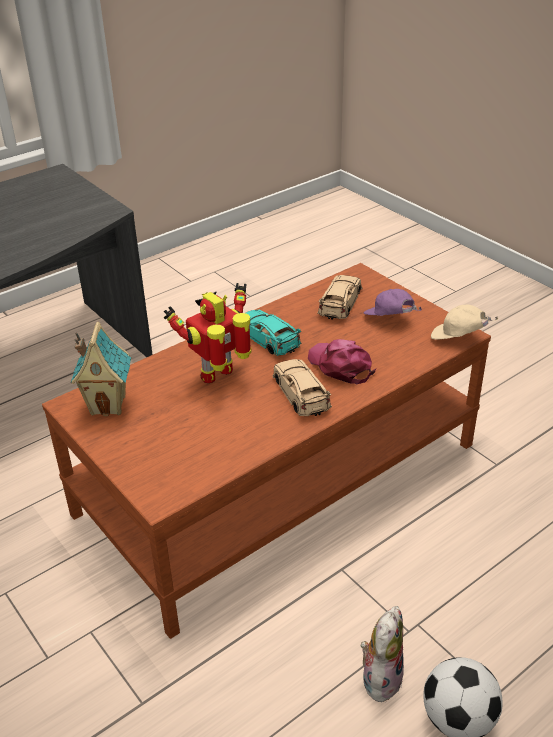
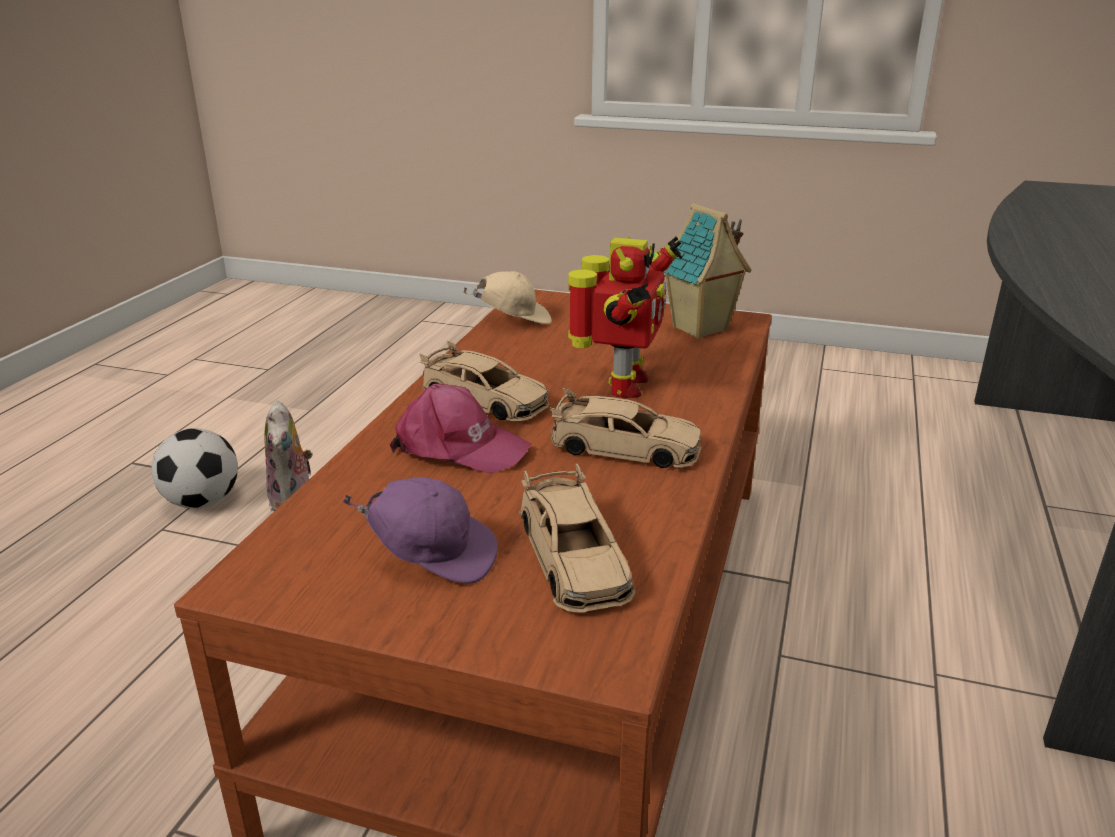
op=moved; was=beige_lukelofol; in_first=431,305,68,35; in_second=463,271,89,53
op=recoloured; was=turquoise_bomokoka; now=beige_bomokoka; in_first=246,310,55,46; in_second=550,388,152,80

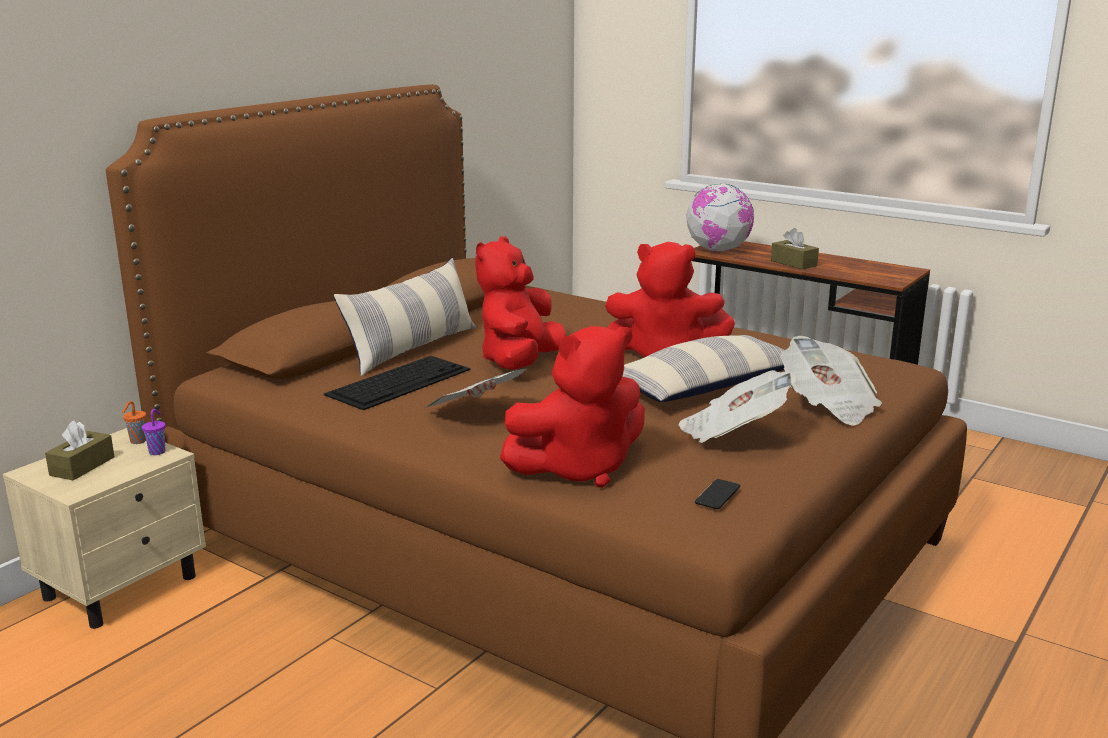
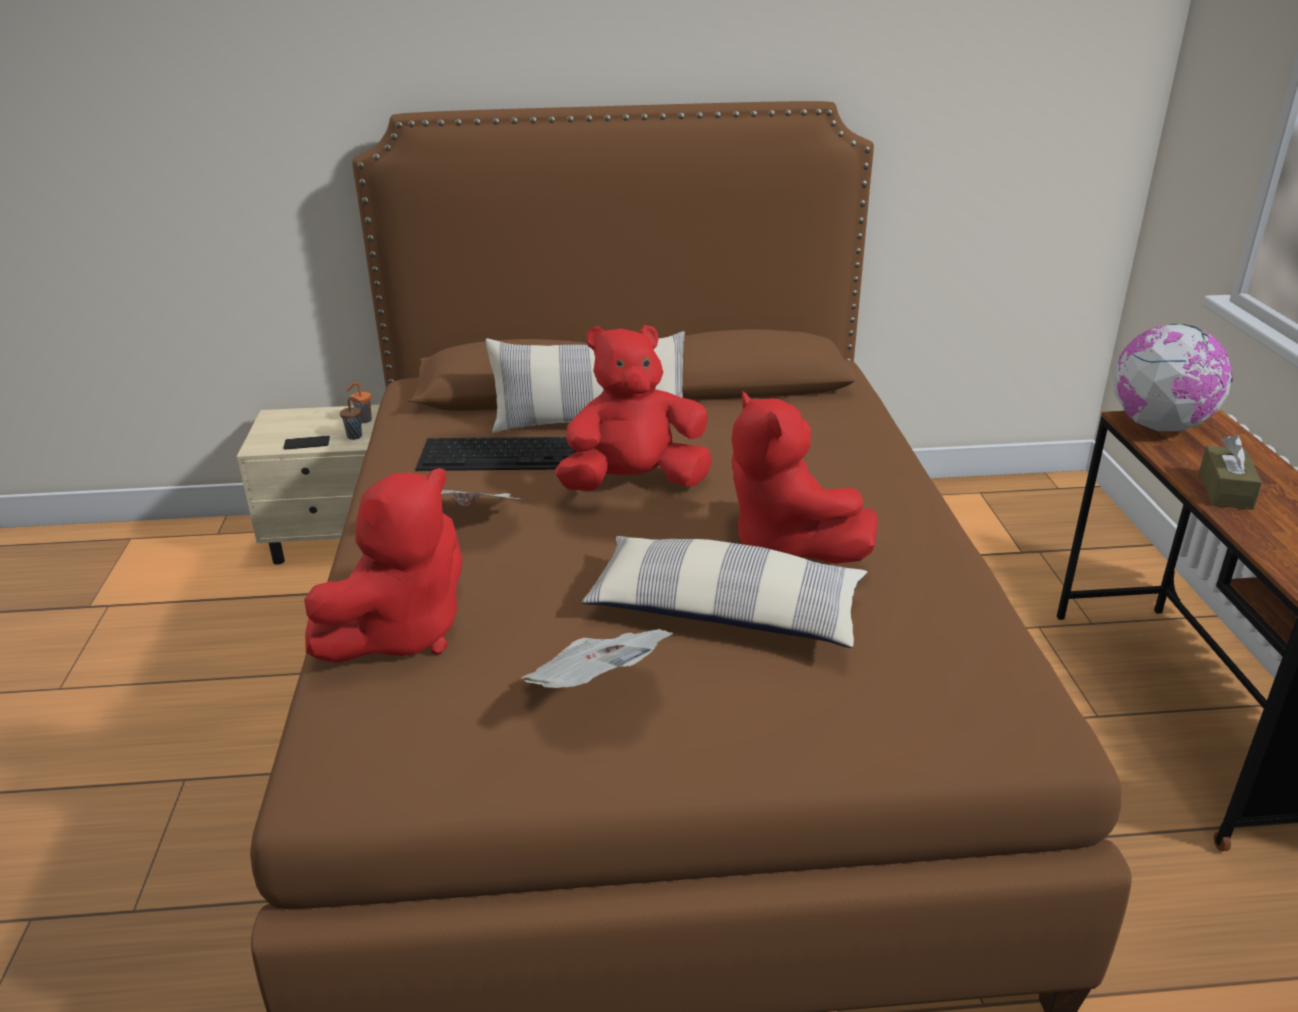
op=turned; was=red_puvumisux; in_first=500,326,145,162; in_second=304,468,159,195; clockwise=-75
op=removed; was=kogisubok; in_first=780,336,102,90
op=recoloured; was=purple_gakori; now=brown_gakori; in_first=142,409,24,46; in_second=340,397,22,43
op=removed; was=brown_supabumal; in_first=45,420,69,60
op=moved; was=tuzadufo; in_first=695,479,45,30; in_second=283,436,47,14

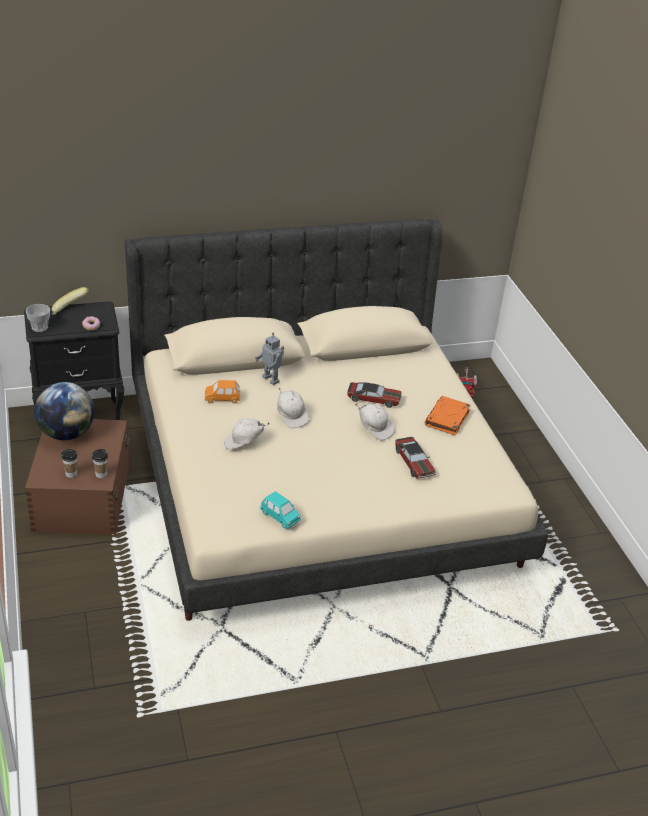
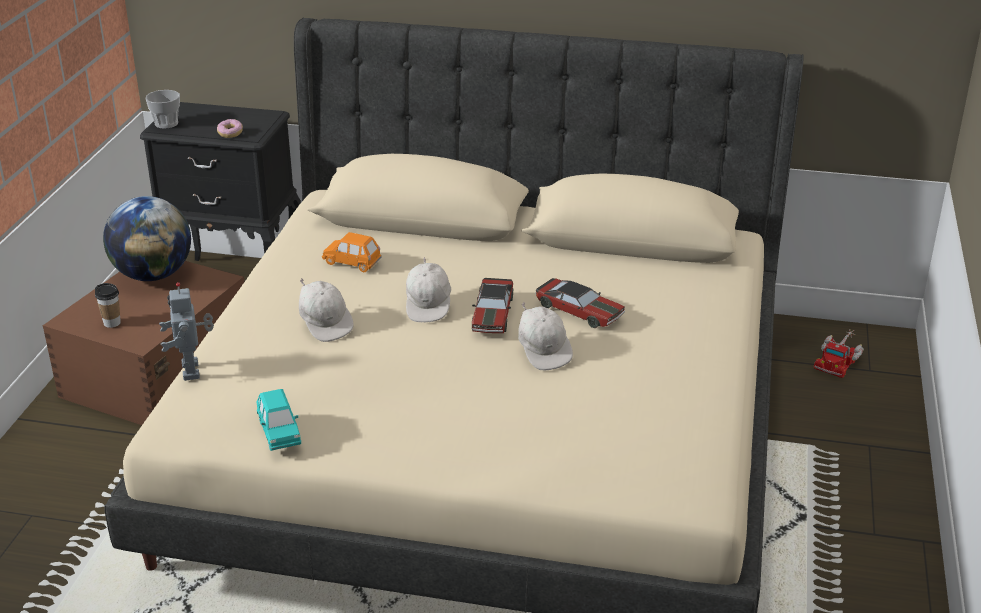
op=removed; was=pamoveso; in_first=52,287,37,28
op=moved; was=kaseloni; in_first=255,333,29,52; in_second=159,282,55,99
op=removed; was=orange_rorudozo; in_first=425,396,46,39
op=turned; was=white_lukelofol; in_first=224,418,46,31; in_second=299,278,55,64; clockwise=-135
op=moved; was=bomokoka; in_first=395,437,41,42; in_second=472,278,41,55
op=removed; was=gakori; in_first=92,449,16,29

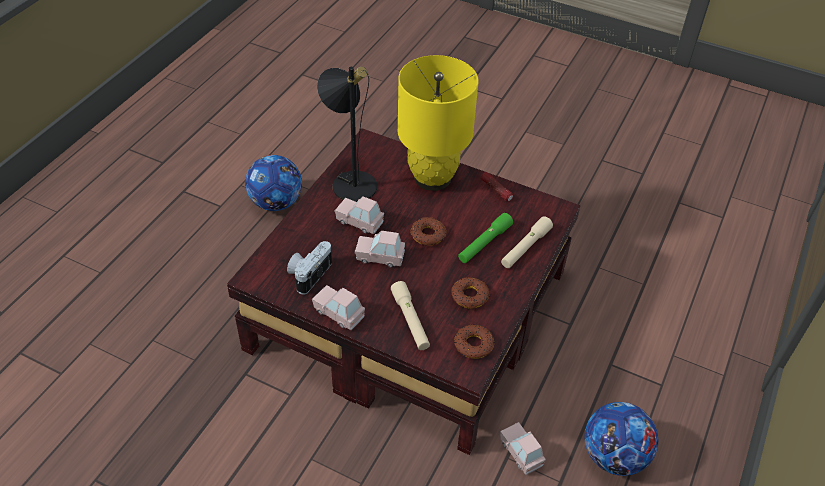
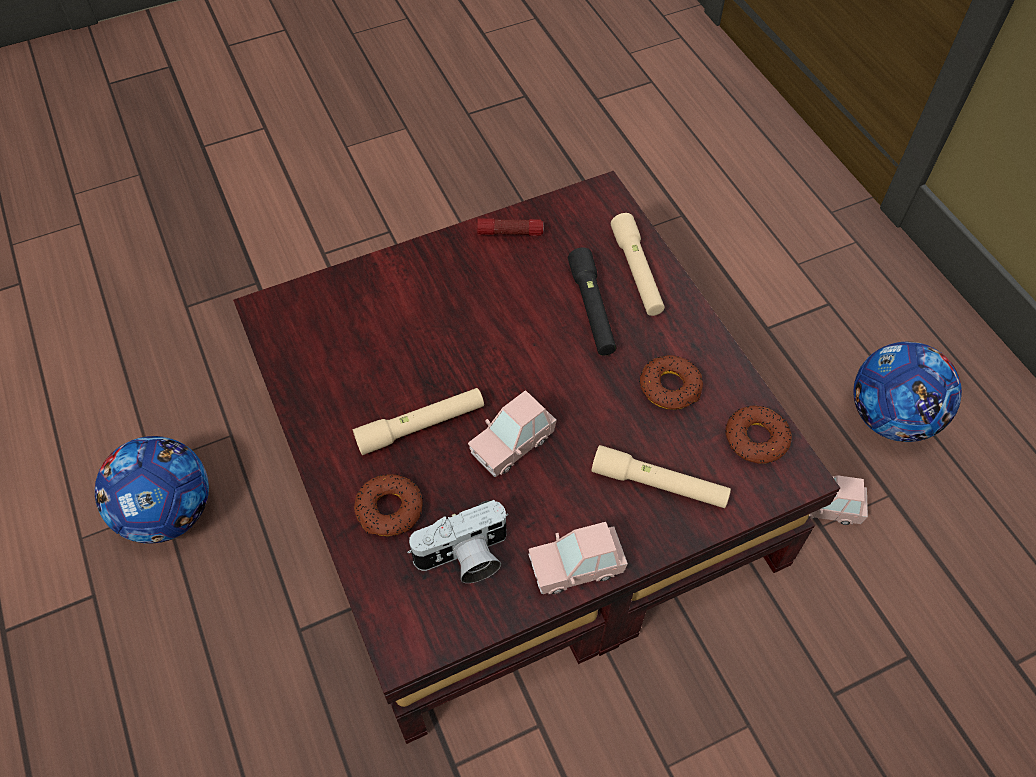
op=removed; was=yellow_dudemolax; in_first=398,55,81,136
op=removed; was=black_dudemolax; in_first=317,67,60,135
op=replaced; was=pink_bomokoka; now=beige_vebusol; in_first=335,196,49,38; in_second=353,388,131,67
op=recoloured; was=green_vebusol; now=black_vebusol; in_first=458,213,55,50; in_second=568,247,48,109
op=moved; was=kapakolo; in_first=410,217,36,29; in_second=354,474,69,62
op=turned; was=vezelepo; in_first=287,241,45,54; in_second=407,500,102,83; clockwise=-90

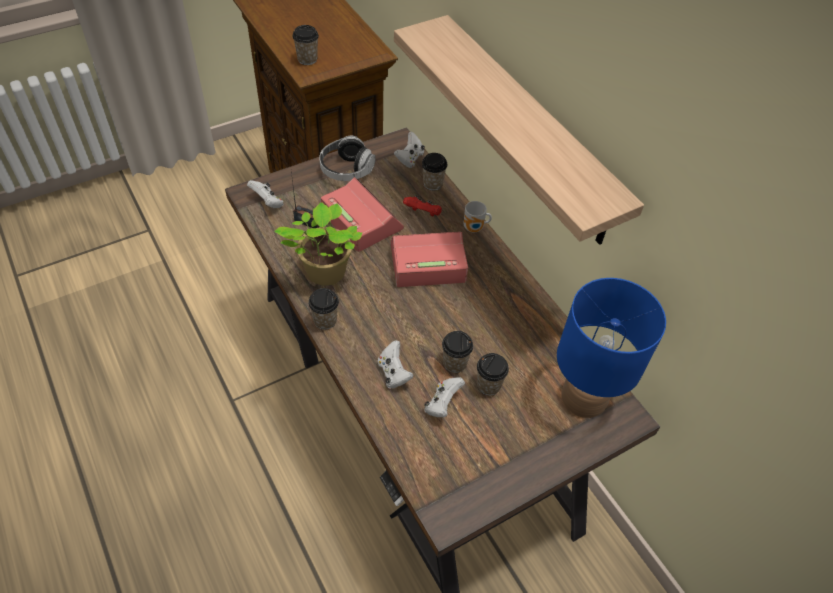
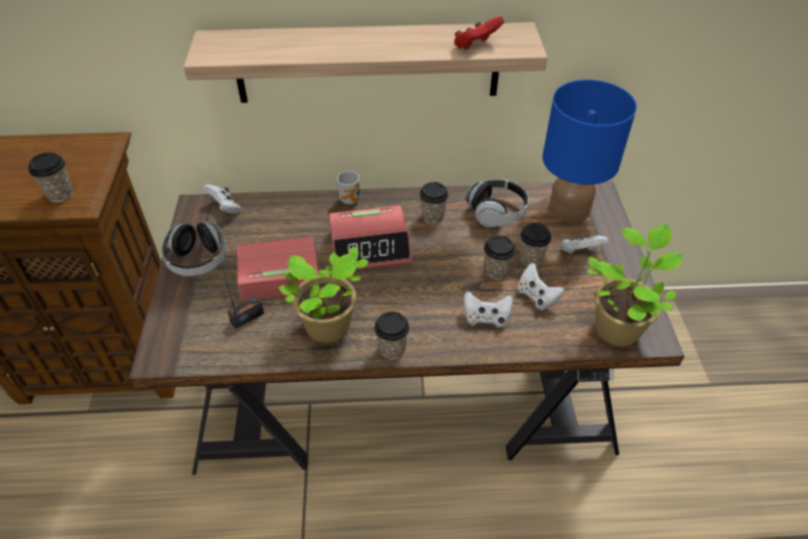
op=moved; was=gakori; in_first=422,153,26,38; in_second=419,182,29,42
op=moved; was=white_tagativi; in_first=247,180,37,28; in_second=561,235,48,19
op=moved; was=red_tagativi; in_first=403,195,39,21; in_second=454,16,50,34
op=turned; was=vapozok; in_first=391,232,77,55; in_second=329,205,83,64; clockwise=-120
op=added; now=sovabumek; in_second=466,179,63,48
op=added; now=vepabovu; in_second=587,224,96,122

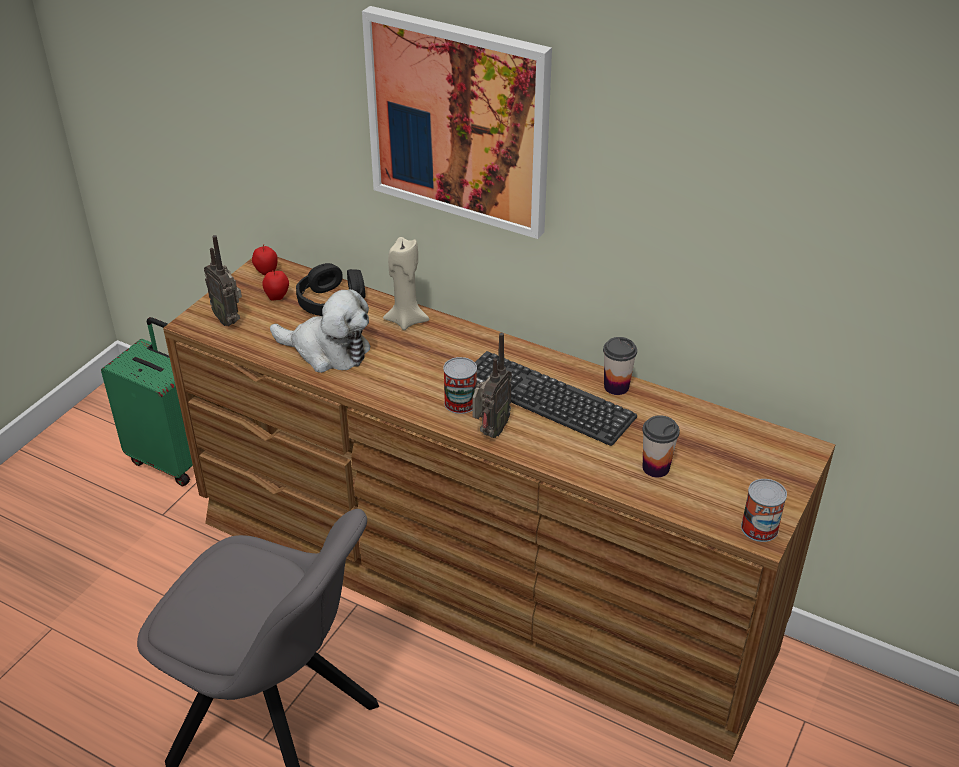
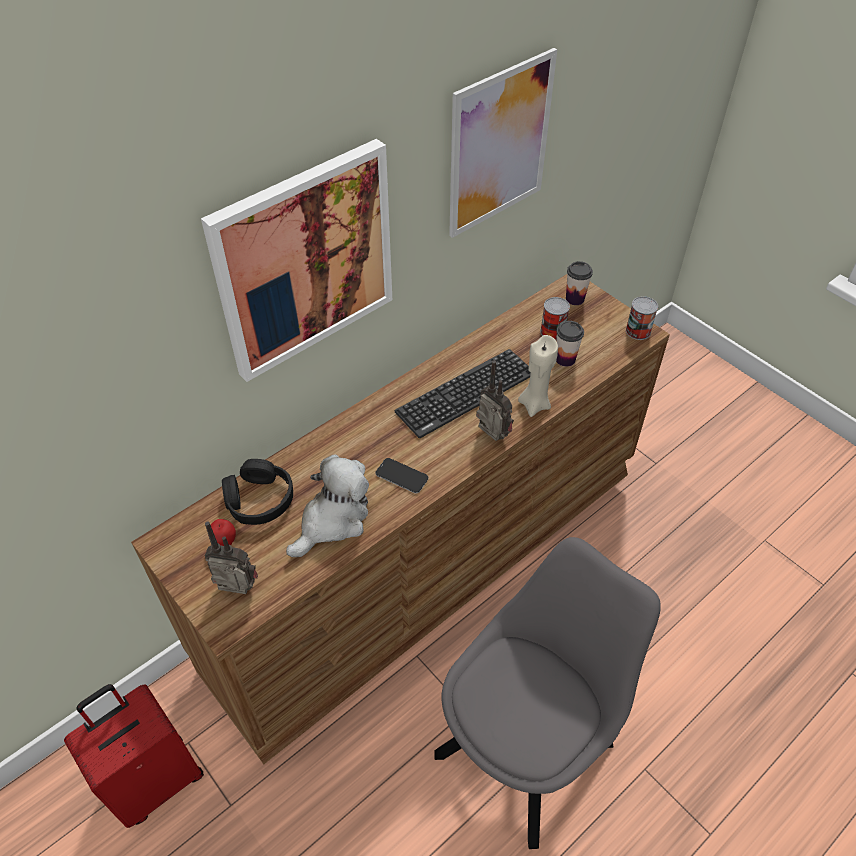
op=turned; was=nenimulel; in_first=204,235,38,91; in_second=205,522,53,72; clockwise=-150
op=moved; was=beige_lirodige; in_first=383,237,47,93; in_second=518,335,40,82
op=removed; was=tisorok; in_first=252,244,26,31
op=recoloured; was=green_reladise; now=red_reladise; in_first=101,317,92,170; in_second=64,684,140,144
op=moved; was=gakori; in_first=603,337,34,58; in_second=566,261,27,44
op=moved; was=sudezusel; in_first=443,357,34,57; in_second=540,297,30,43
op=added; now=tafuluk; in_second=449,48,108,190
op=added; now=tuzadufo; in_second=375,458,54,35

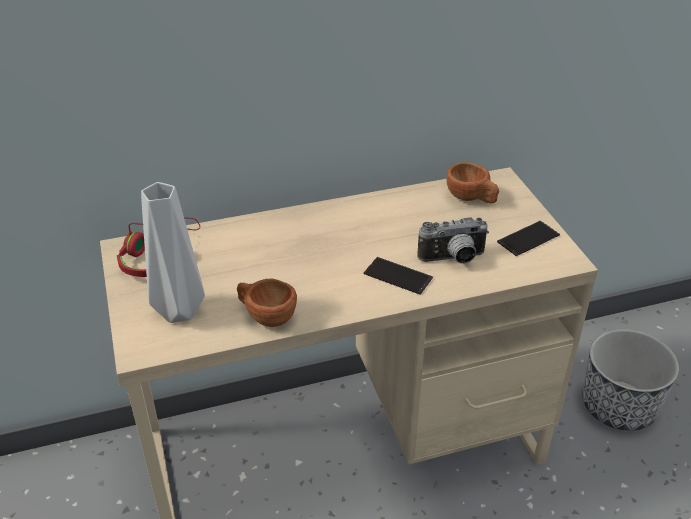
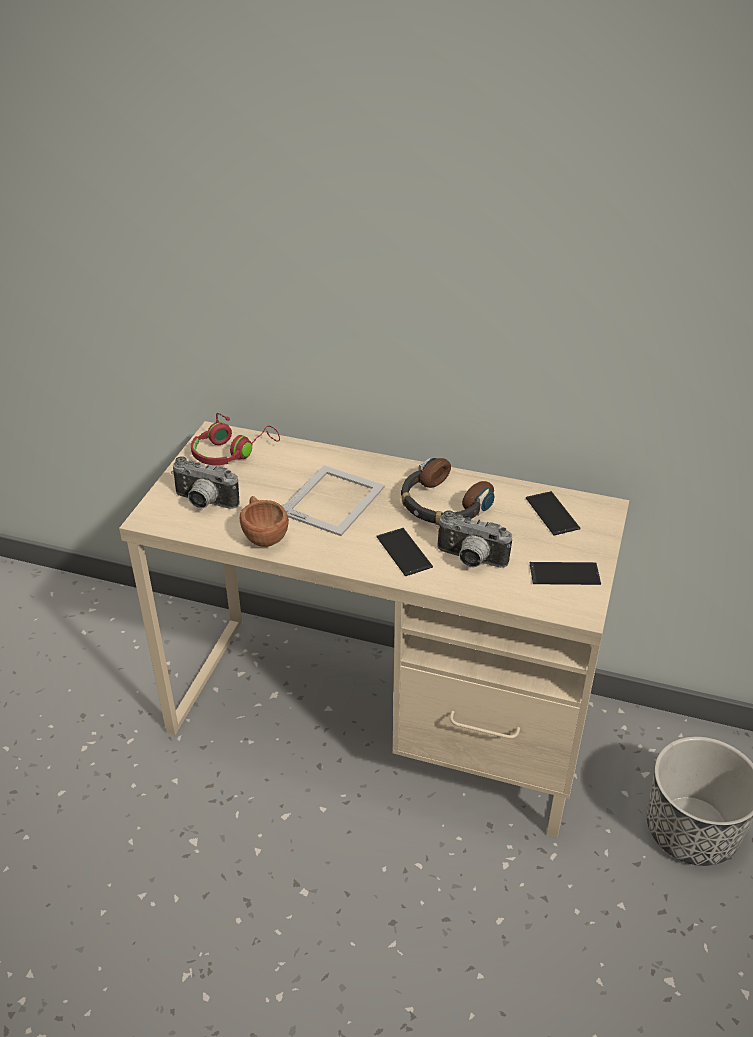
op=replaced; was=brown_gakori; now=tuzadufo; in_first=446,162,53,41; in_second=526,491,55,45
op=replaced; was=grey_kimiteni; now=vezelepo; in_first=141,182,64,141; in_second=171,456,69,53
op=added; now=sovabumek; in_second=401,457,93,68
op=added; now=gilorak; in_second=281,465,104,71

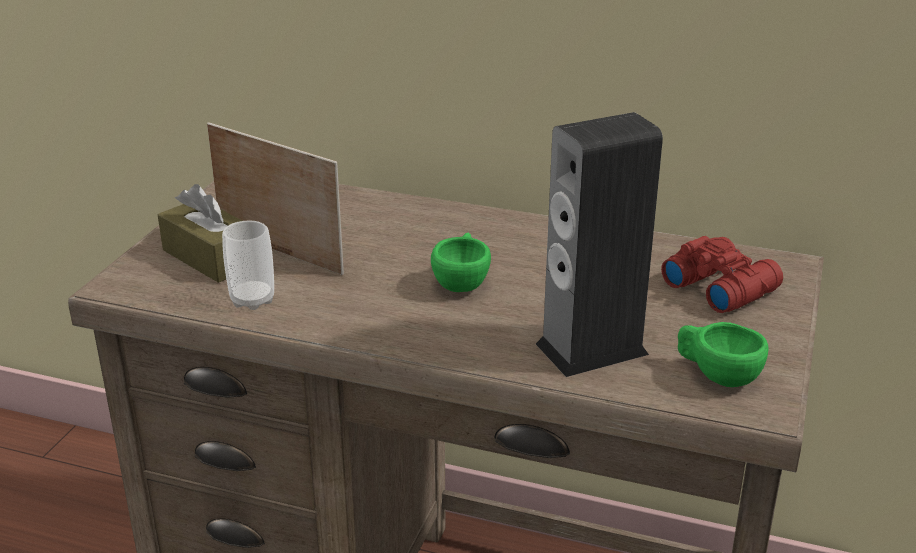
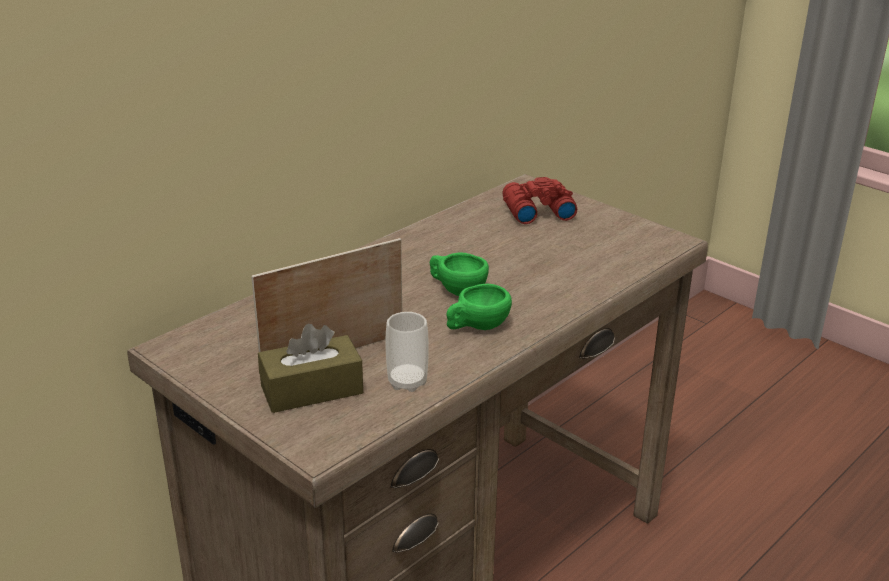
op=removed; was=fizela; in_first=536,112,127,265
op=moved; was=green_gakori; in_first=678,322,91,65; in_second=446,284,66,46

